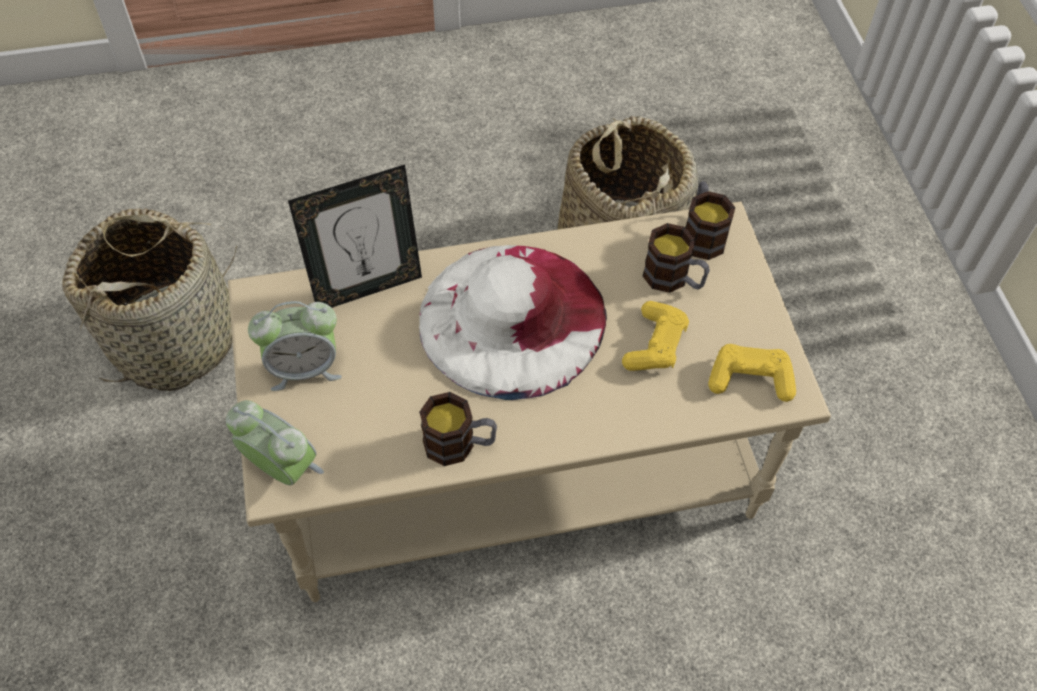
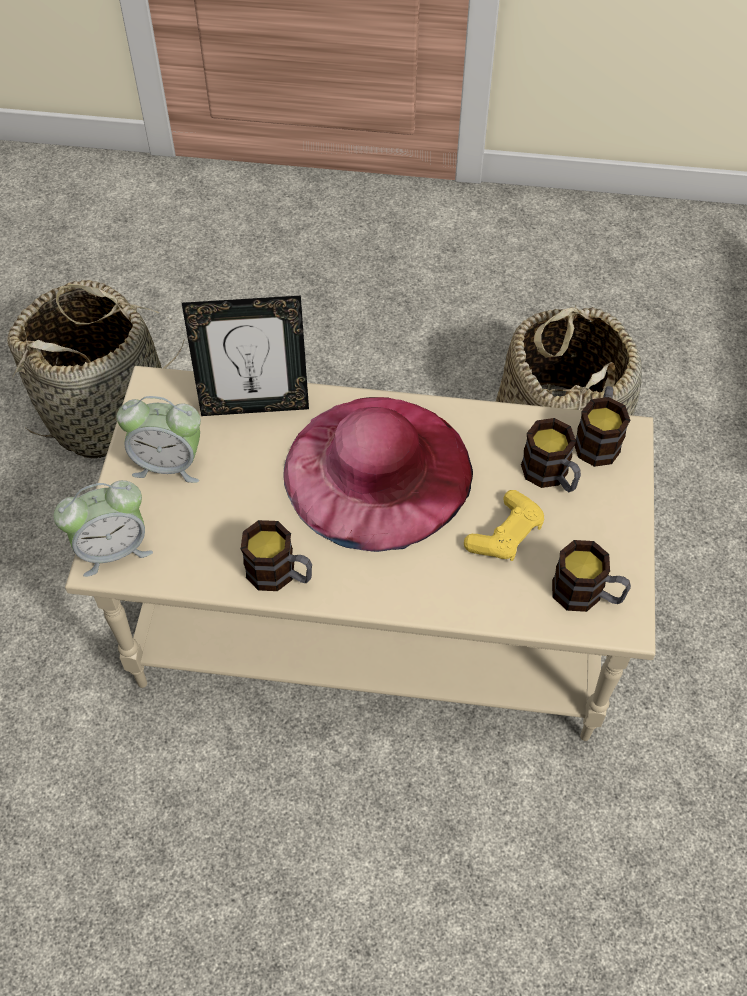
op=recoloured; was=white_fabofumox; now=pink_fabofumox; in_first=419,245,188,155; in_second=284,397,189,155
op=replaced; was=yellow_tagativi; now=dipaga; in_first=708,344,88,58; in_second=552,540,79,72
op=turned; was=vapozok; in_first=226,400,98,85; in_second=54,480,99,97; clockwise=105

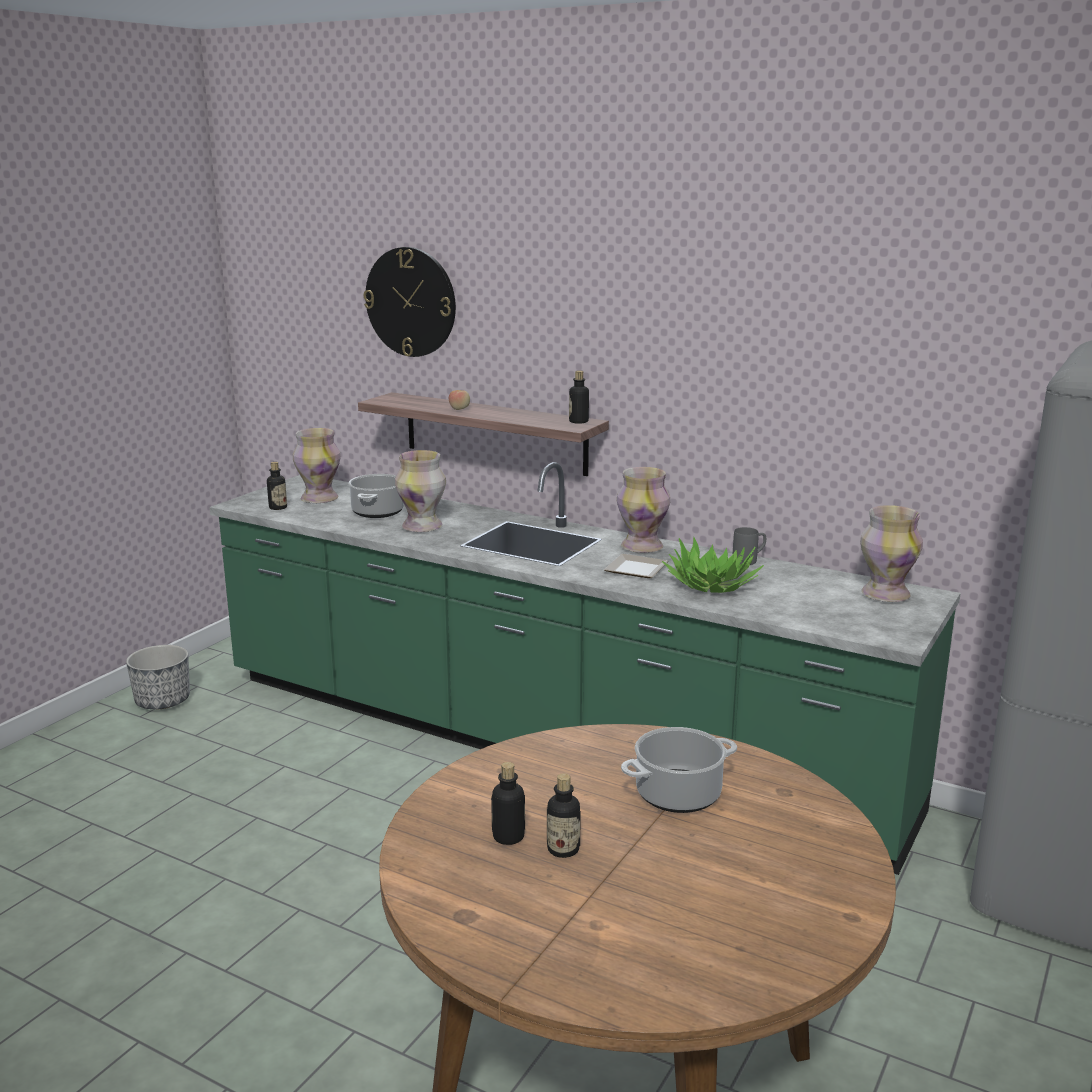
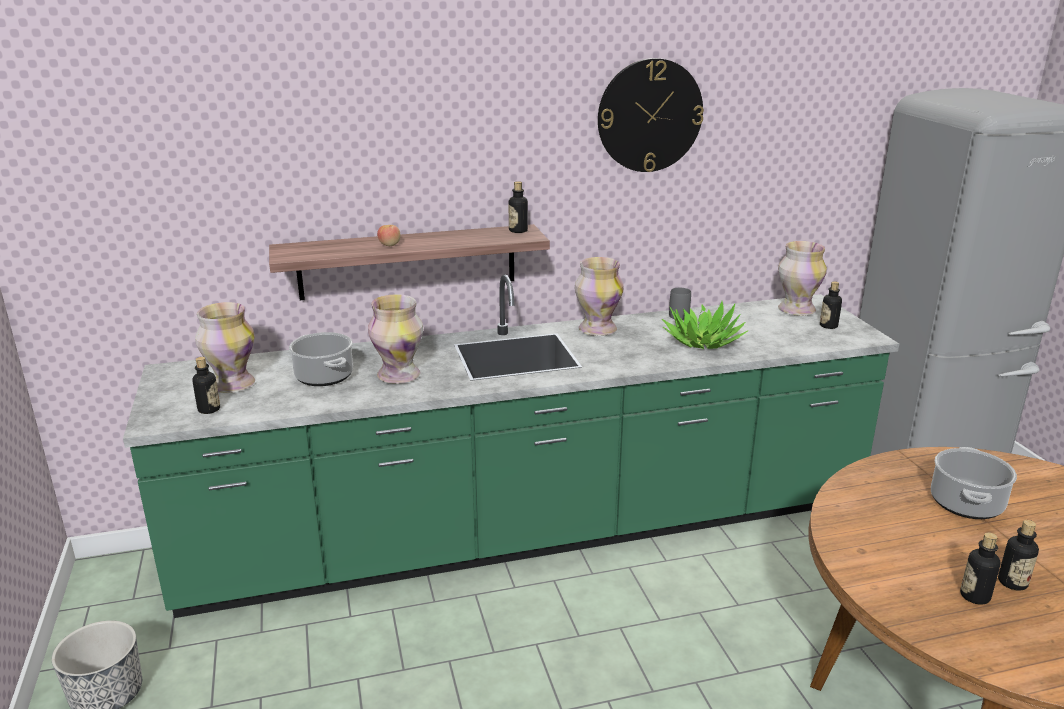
op=moved; was=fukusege; in_first=364,247,92,110; in_second=598,58,106,114
op=removed; was=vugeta; in_first=604,554,64,24
op=added; now=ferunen; in_second=820,281,22,48

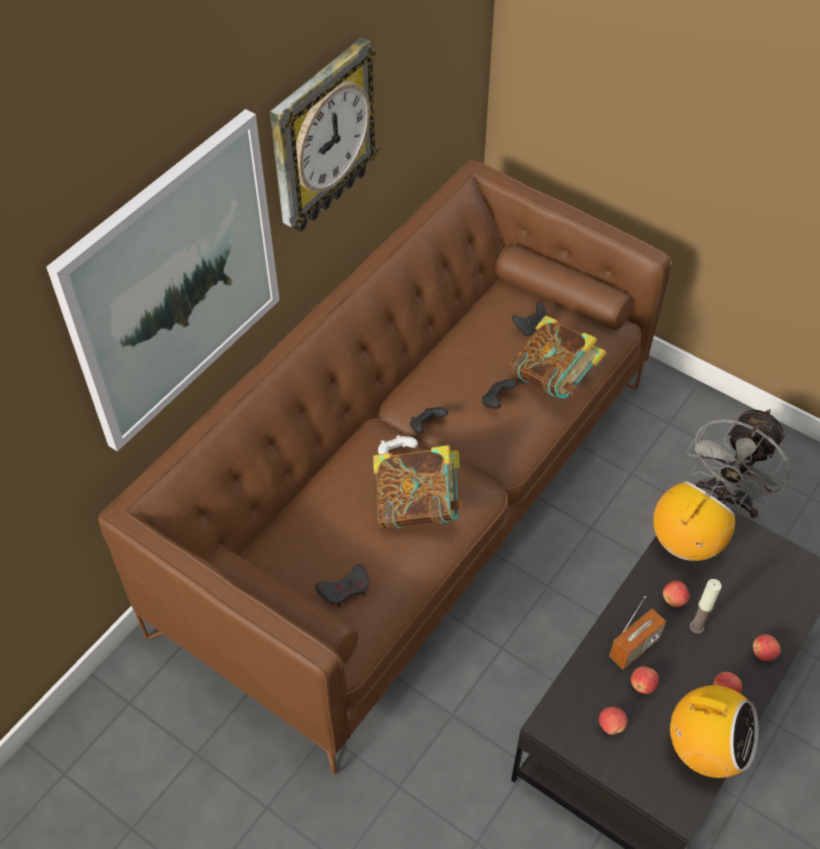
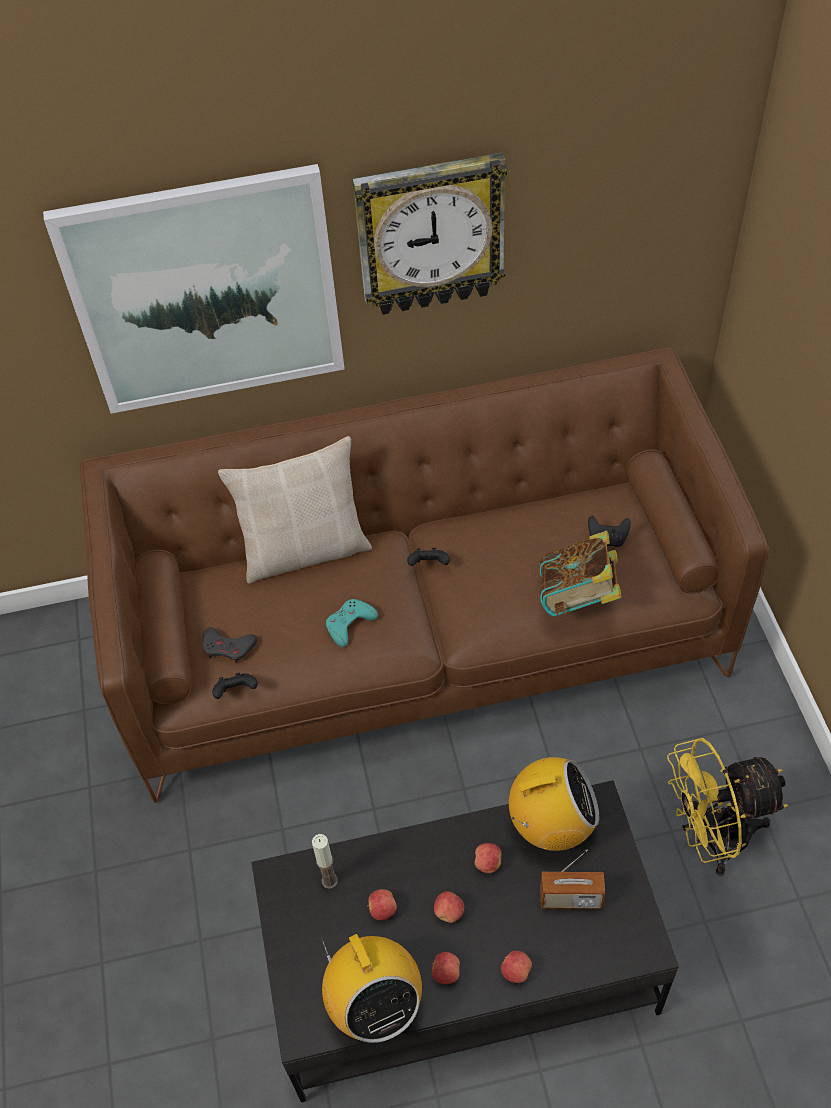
op=moved; was=black_tagativi; in_first=482,379,35,30; in_second=212,673,46,26
op=recoloured; was=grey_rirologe; now=yellow_rirologe; in_first=687,409,104,110; in_second=667,738,121,138
op=removed; was=white_tagativi; in_first=378,435,40,19
op=replaced; was=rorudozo; now=turquoise_tagativi; in_first=373,445,92,85; in_second=326,599,52,48
op=moved; was=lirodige; in_first=690,579,32,55; in_second=312,834,26,55
op=moved; was=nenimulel; in_first=609,596,57,74; in_second=540,850,65,59
op=moved; was=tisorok; in_first=599,707,28,28; in_second=434,891,30,32
op=added; now=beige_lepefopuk; in_second=218,436,154,148

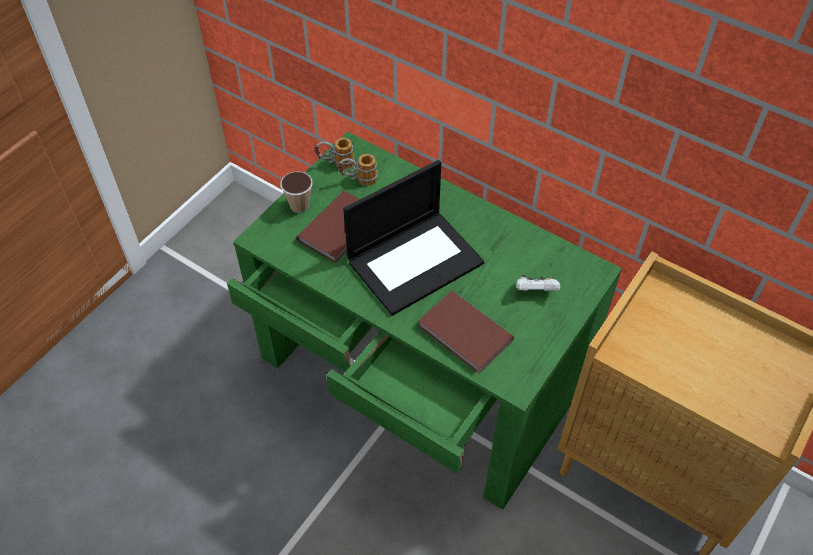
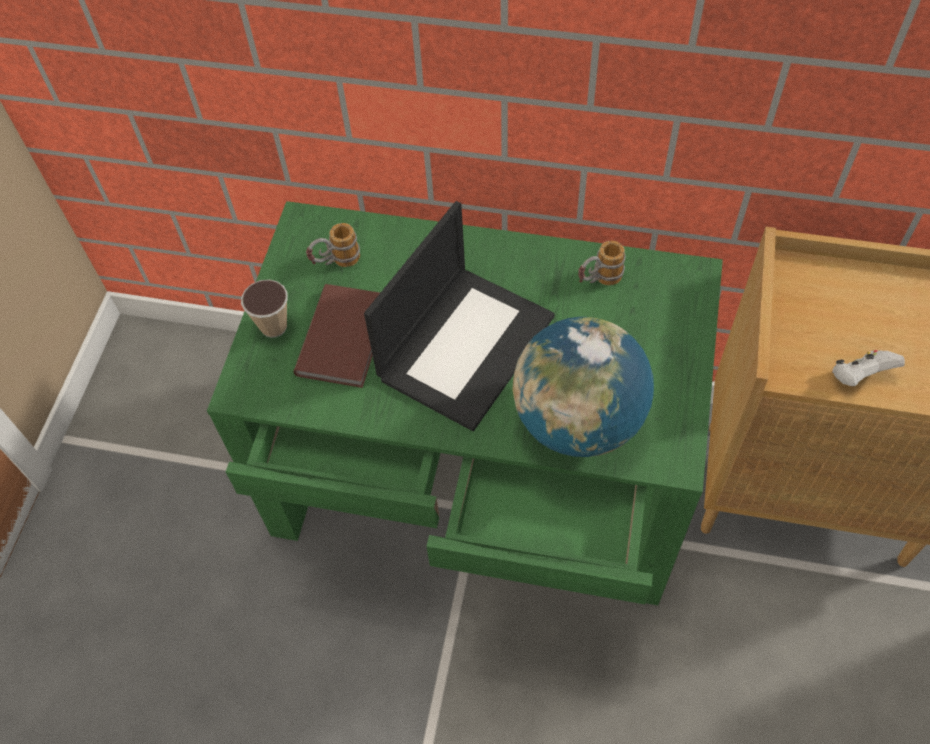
op=moved; was=dipaga; in_first=314,138,40,31; in_second=578,241,48,44
op=moved; was=white_tagativi; in_first=516,275,44,16; in_second=832,350,73,36
op=replaced; was=brown_rorudozo; now=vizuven; in_first=418,291,96,83; in_second=513,317,141,140

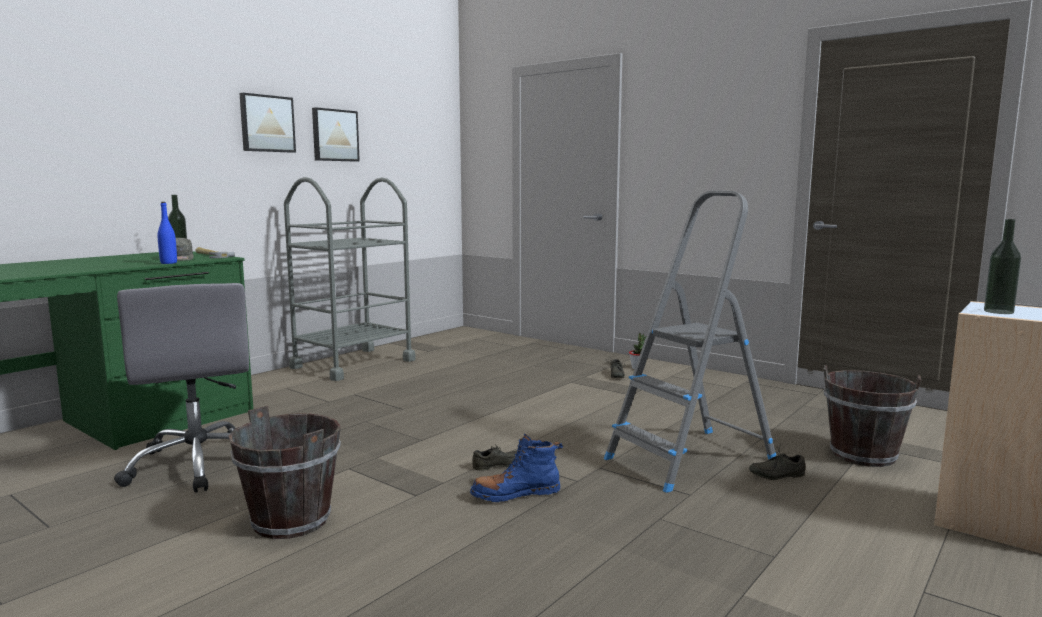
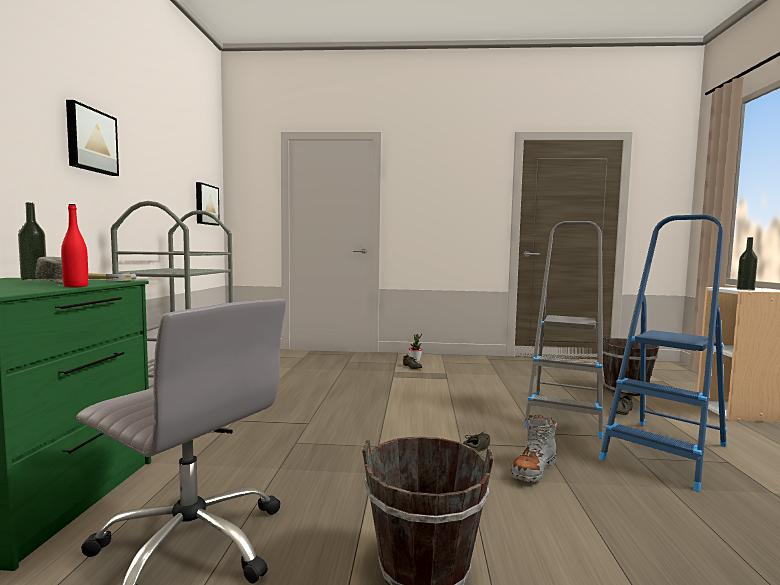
op=moved; was=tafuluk; in_first=312,107,48,55; in_second=196,182,24,44
op=recoloured; was=blue_ferunen; now=red_ferunen; in_first=158,202,19,62; in_second=61,204,27,83
op=recoloured; was=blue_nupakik; now=grey_nupakik; in_first=470,433,93,69; in_second=510,415,47,67
op=added; now=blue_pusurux; in_second=599,214,128,278

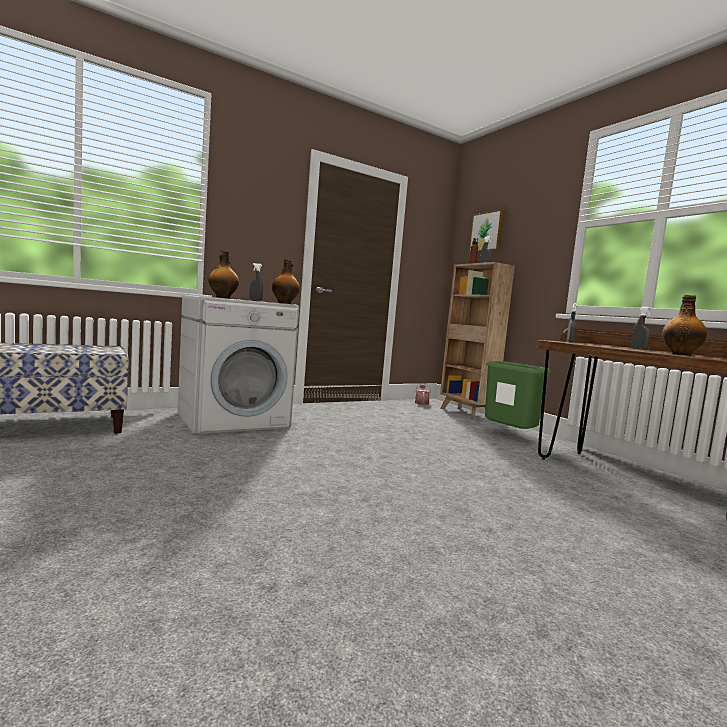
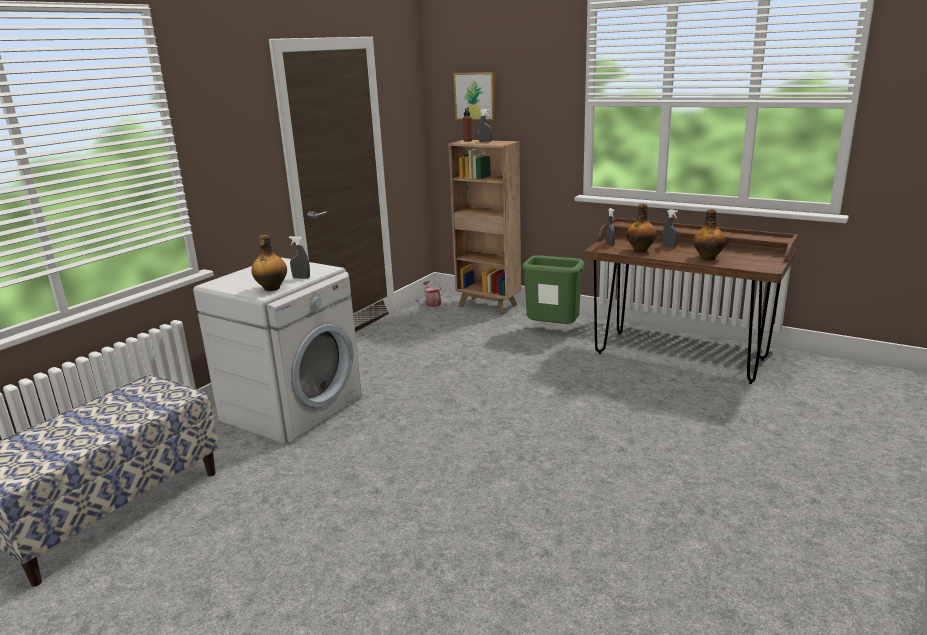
op=moved; was=ferunen; in_first=272,259,28,45; in_second=627,204,30,49

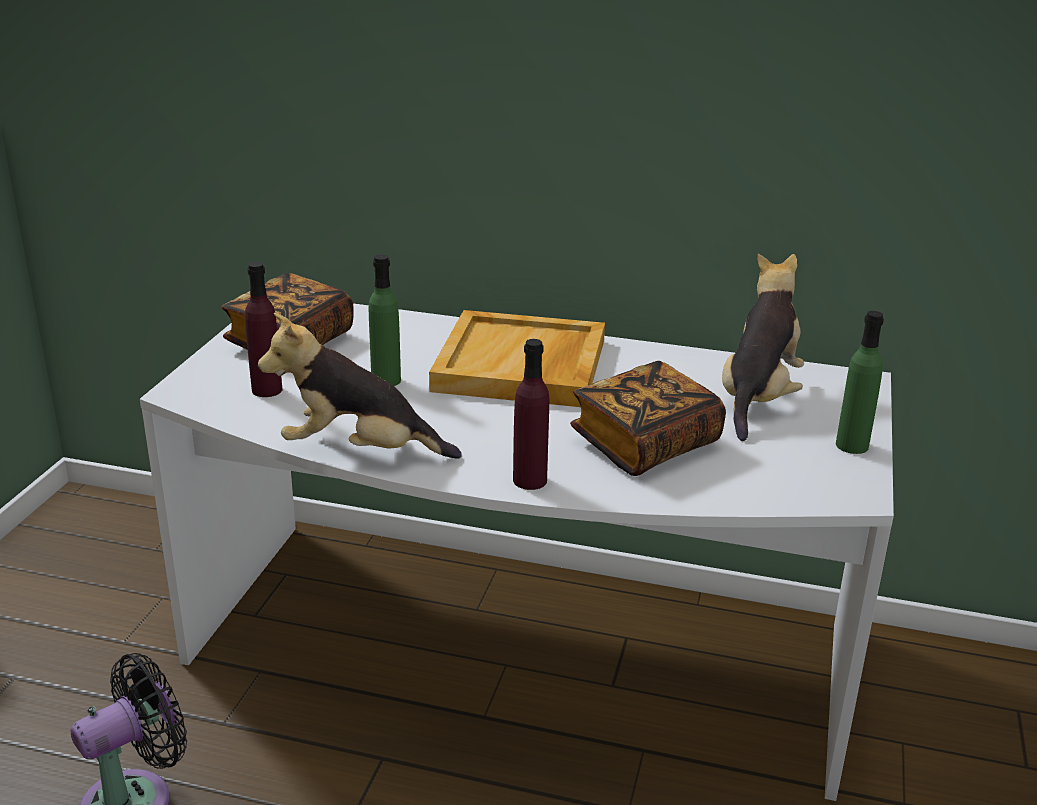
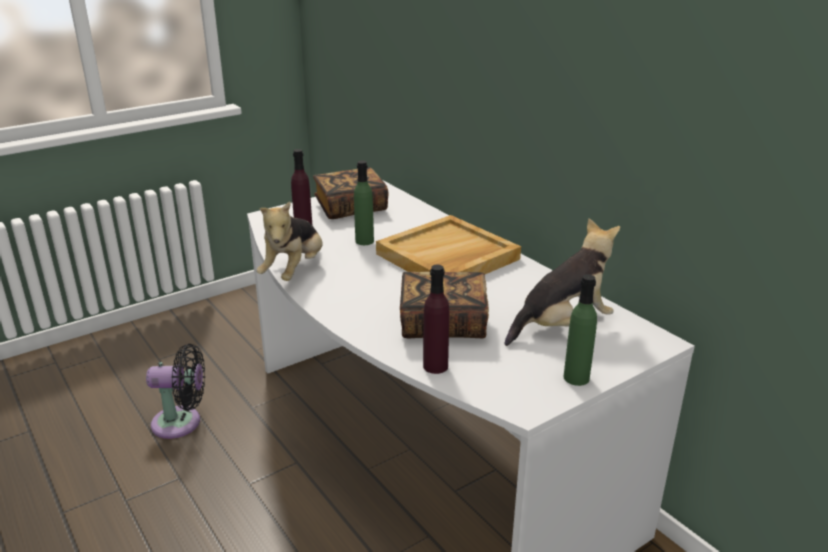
op=turned; was=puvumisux; in_first=258,313,204,146; in_second=256,201,67,80; clockwise=-120
op=moved; was=purple_ferunen; in_first=513,339,36,151; in_second=423,265,26,109

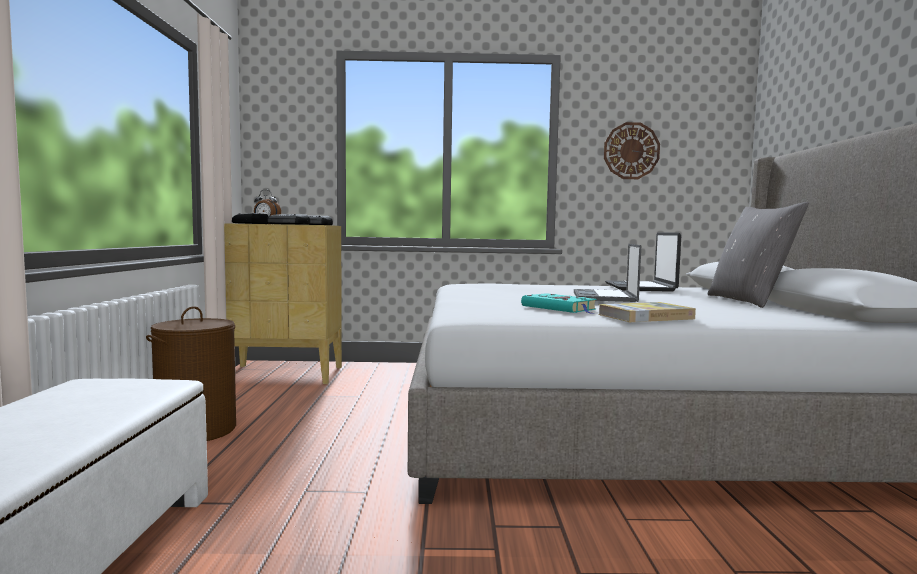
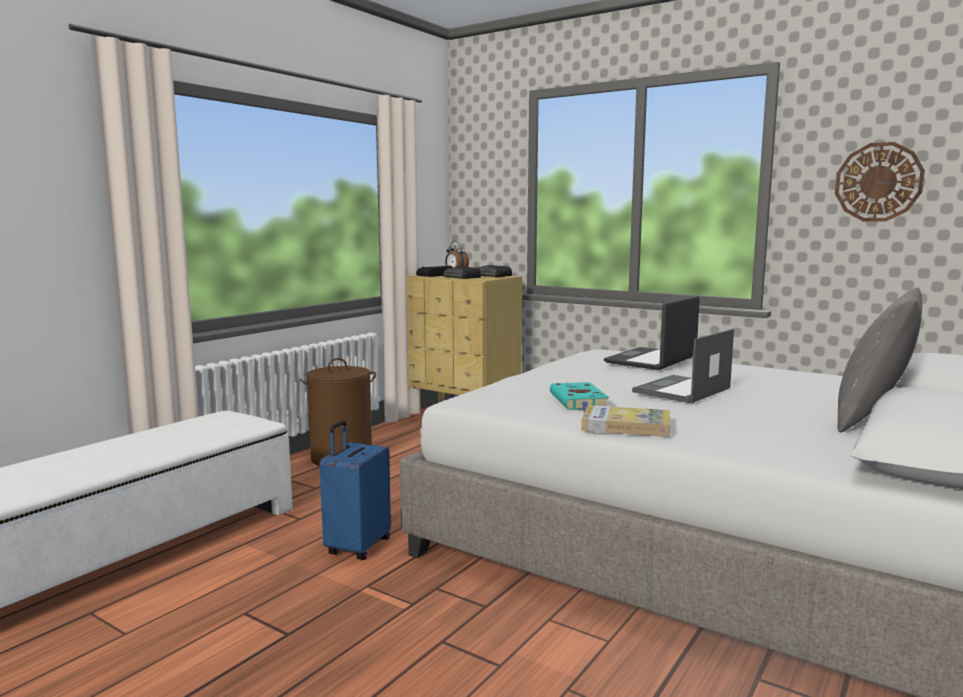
op=moved; was=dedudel; in_first=605,232,76,60; in_second=604,295,96,75
op=added; now=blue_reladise; in_second=320,420,71,140

